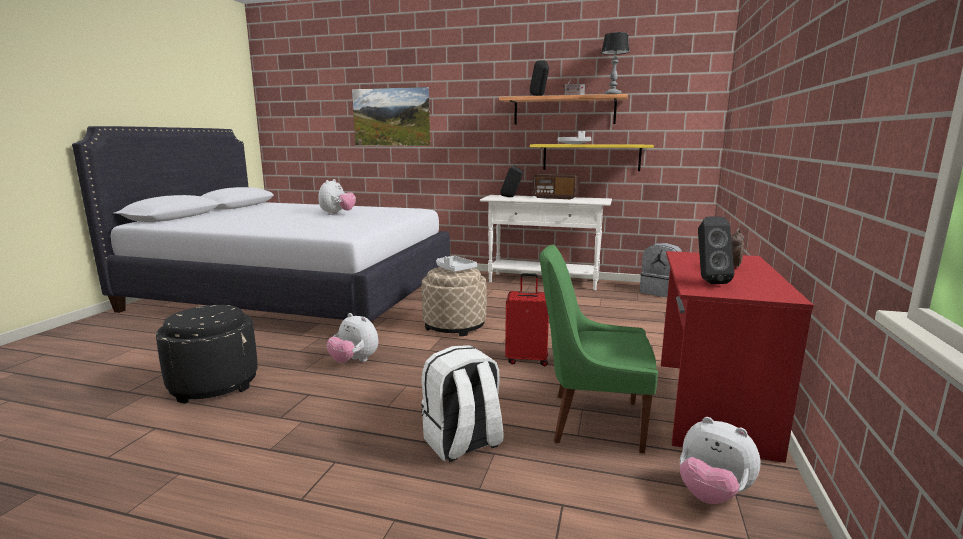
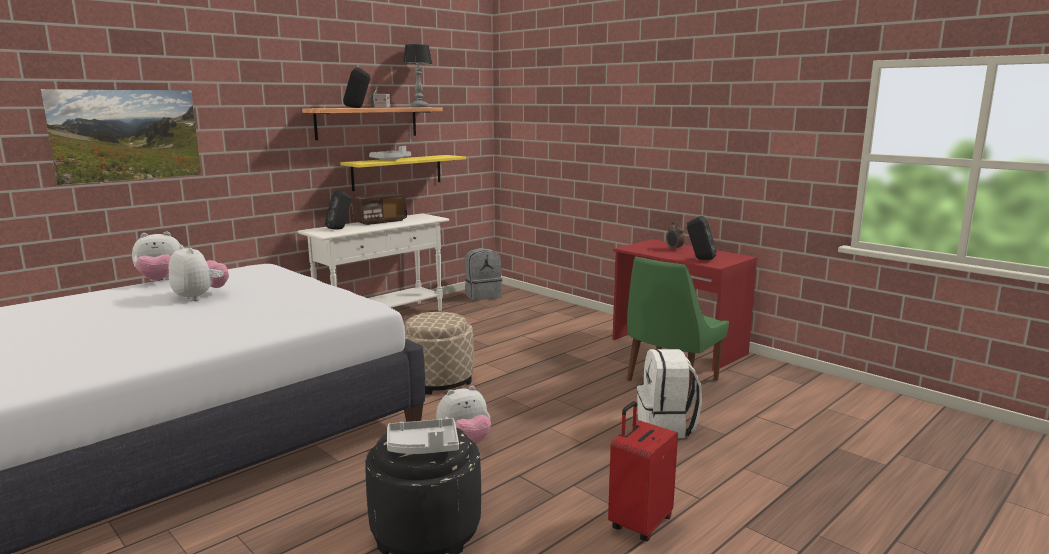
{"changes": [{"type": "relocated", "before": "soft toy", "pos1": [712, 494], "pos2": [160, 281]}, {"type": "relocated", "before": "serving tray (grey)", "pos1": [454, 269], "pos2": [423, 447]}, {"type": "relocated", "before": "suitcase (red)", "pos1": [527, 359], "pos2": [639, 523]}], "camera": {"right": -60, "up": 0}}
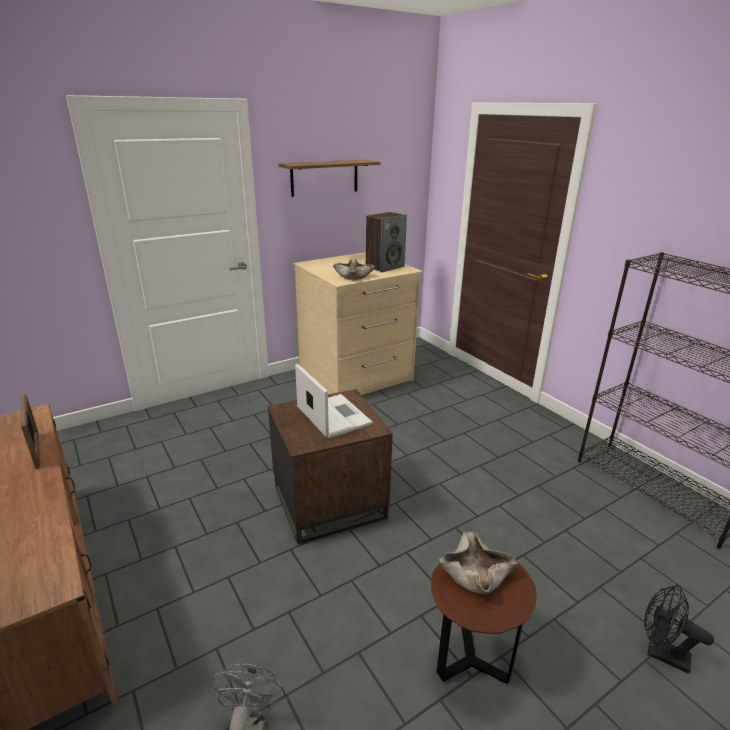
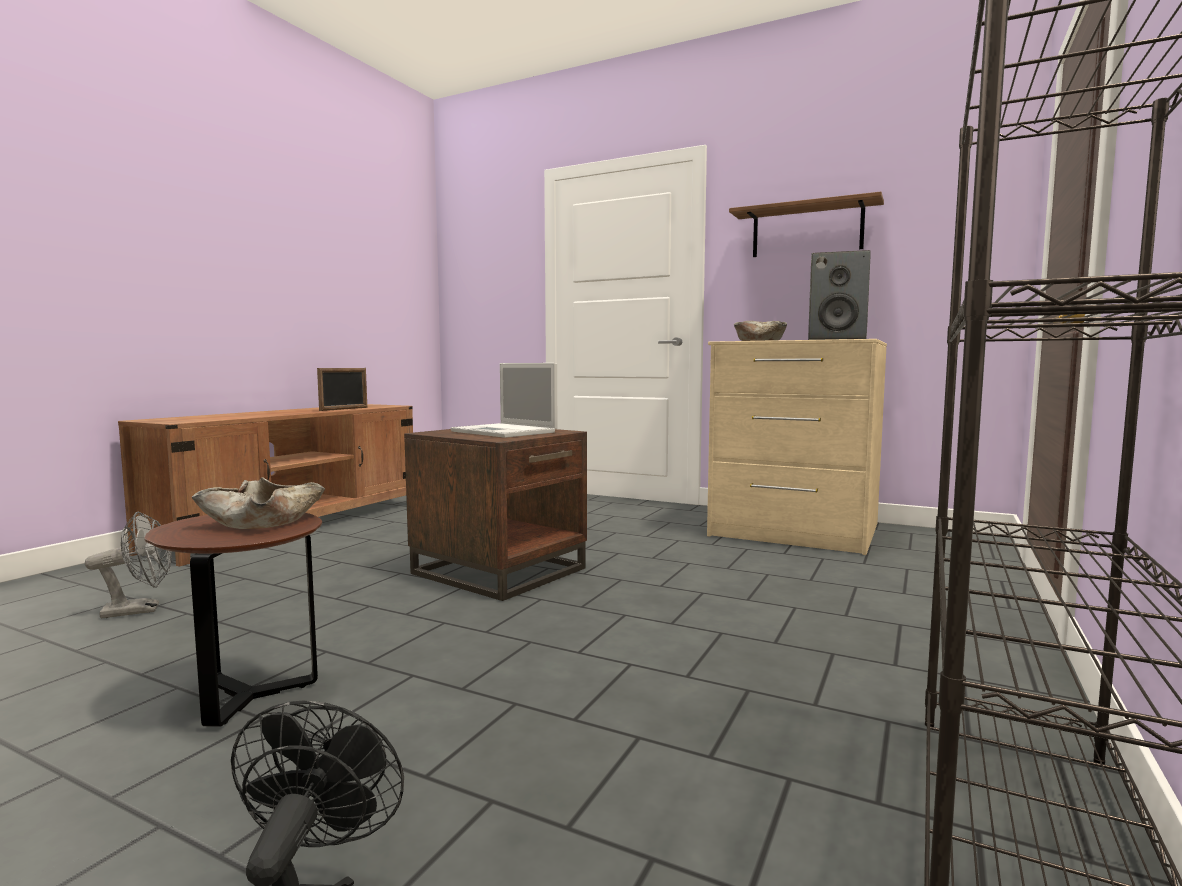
{"changes": [{"type": "spun", "before": "portable computer", "pos1": [332, 416], "pos2": [505, 432], "turn": 105}], "camera": {"right": 60, "up": -20}}
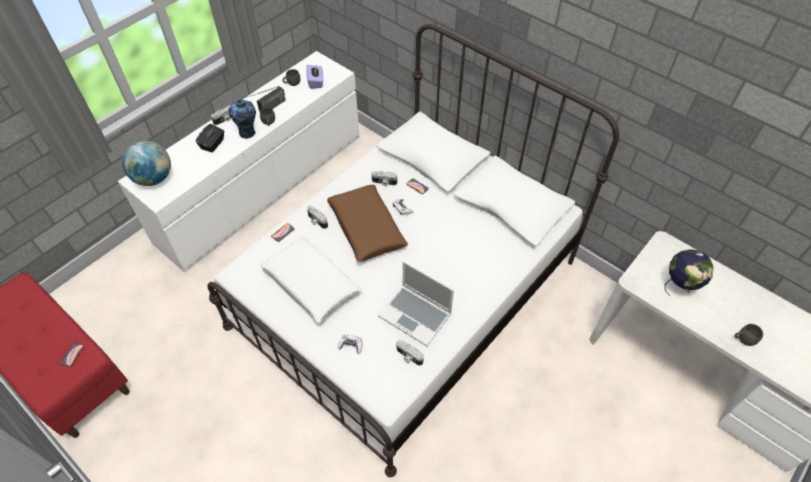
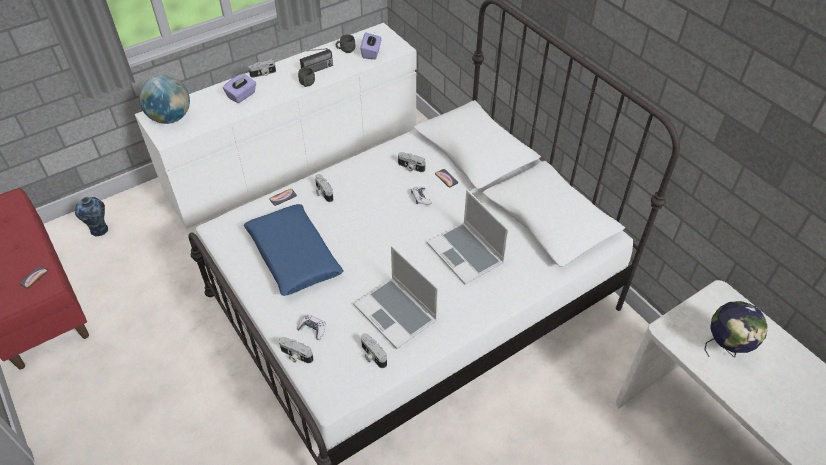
{"changes": [{"type": "relocated", "before": "vase", "pos1": [248, 133], "pos2": [100, 230]}, {"type": "colour", "before": "box of tissues (black-coloured)", "after": "box of tissues (purple-coloured)", "pos1": [213, 144], "pos2": [242, 95]}, {"type": "colour", "before": "pillow (white)", "after": "pillow (bluish)", "pos1": [311, 284], "pos2": [293, 256]}, {"type": "appeared", "after": "photo camera", "pos2": [296, 355]}, {"type": "appeared", "after": "portable computer", "pos2": [466, 254]}, {"type": "missing", "before": "pillow (brown-coloured)", "pos1": [366, 228]}, {"type": "missing", "before": "mug (grey)", "pos1": [743, 339]}], "camera": {"right": 15, "up": -5}}
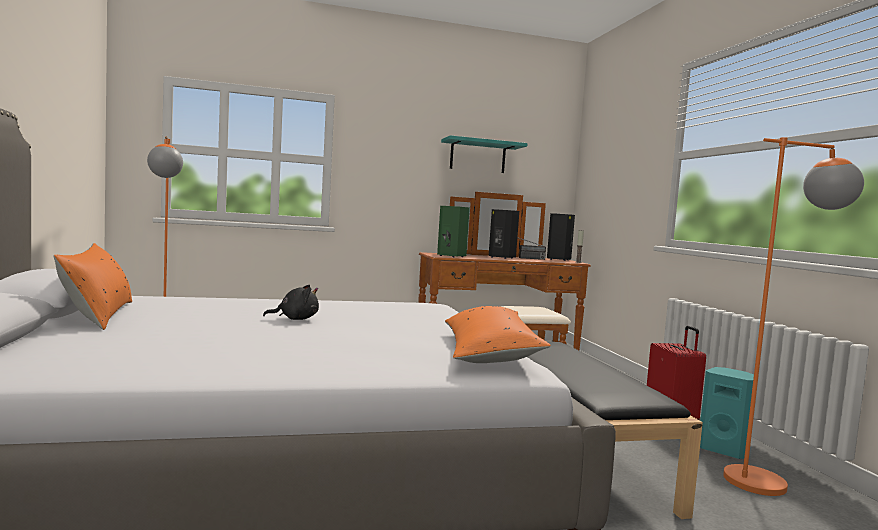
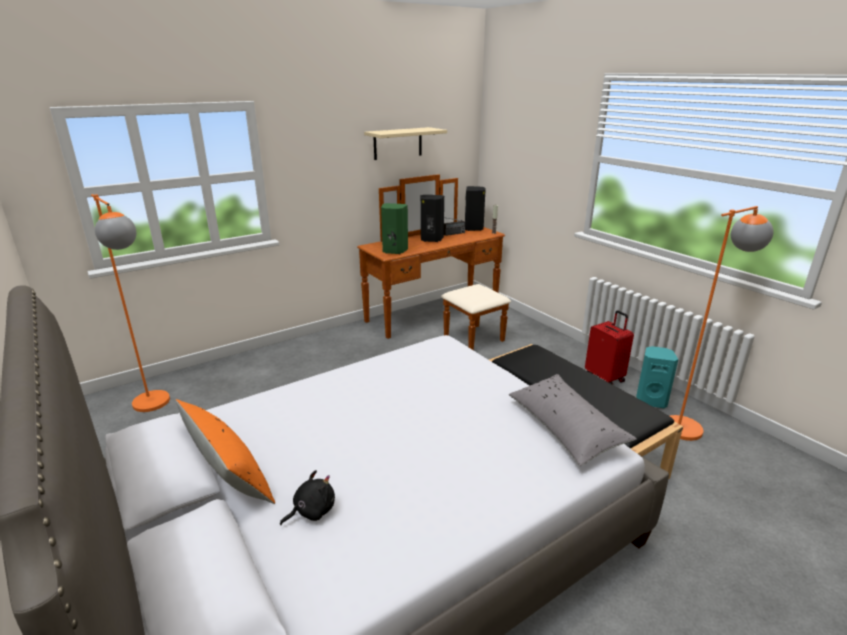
{"changes": [{"type": "relocated", "before": "soft toy (black-coloured)", "pos1": [295, 319], "pos2": [311, 511]}, {"type": "colour", "before": "wall shelf (blue-green)", "after": "wall shelf (sand-coloured)", "pos1": [477, 156], "pos2": [398, 143]}, {"type": "colour", "before": "pillow (orangey)", "after": "pillow (grey)", "pos1": [488, 351], "pos2": [565, 427]}], "camera": {"right": -20, "up": 20}}
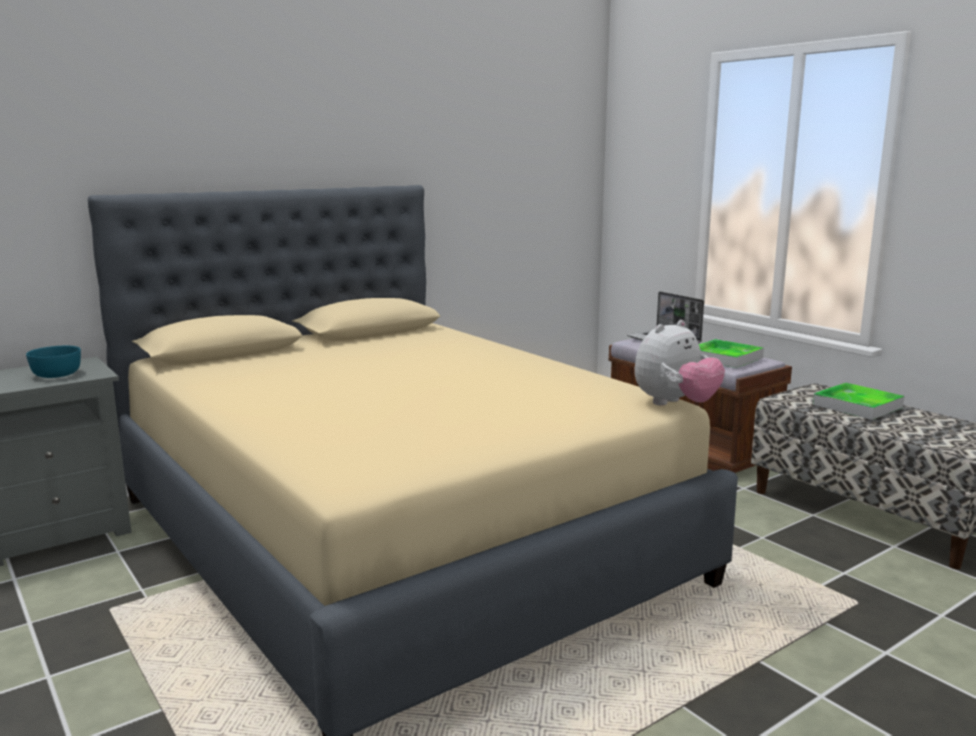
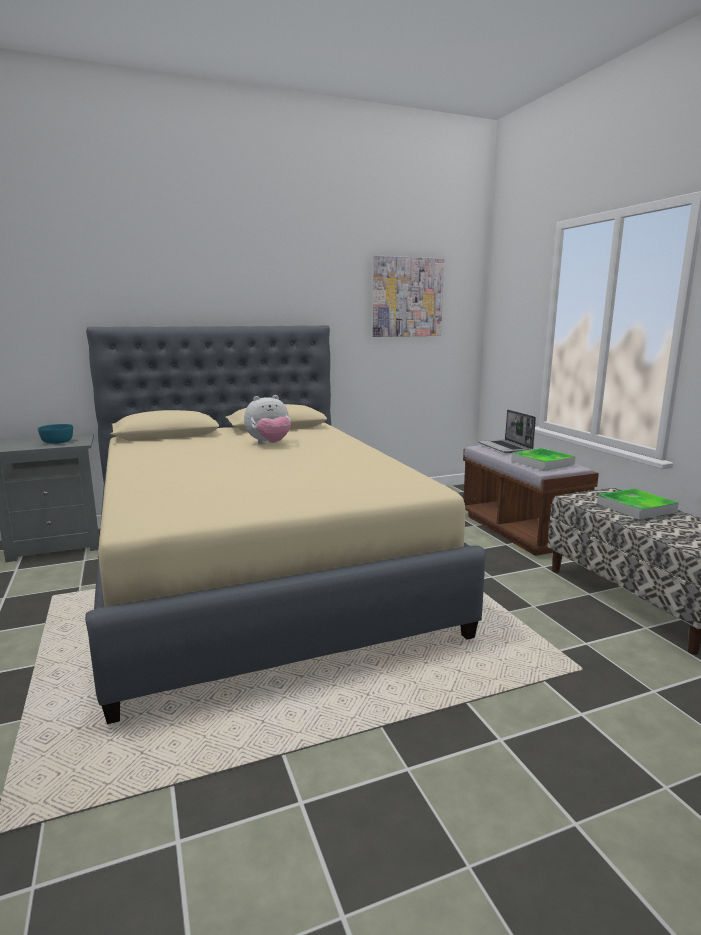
{"changes": [{"type": "relocated", "before": "soft toy", "pos1": [675, 404], "pos2": [269, 444]}, {"type": "appeared", "after": "wall art", "pos2": [407, 297]}], "camera": {"right": 15, "up": 0}}
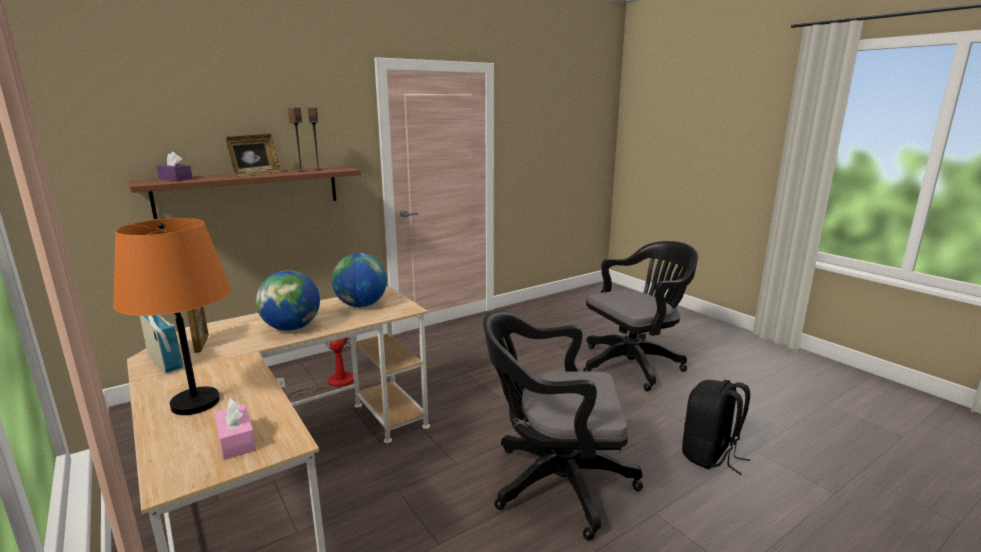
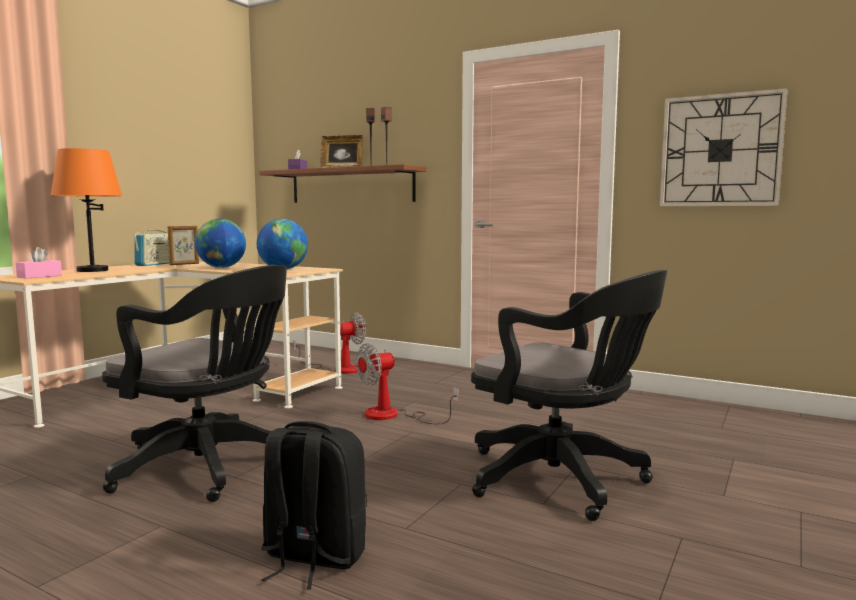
{"changes": [{"type": "spun", "before": "office chair (black-coloured)", "pos1": [554, 483], "pos2": [209, 468], "turn": 135}, {"type": "appeared", "after": "cooling fan", "pos2": [393, 416]}, {"type": "appeared", "after": "clock on the wall", "pos2": [720, 150]}], "camera": {"right": 65, "up": -10}}
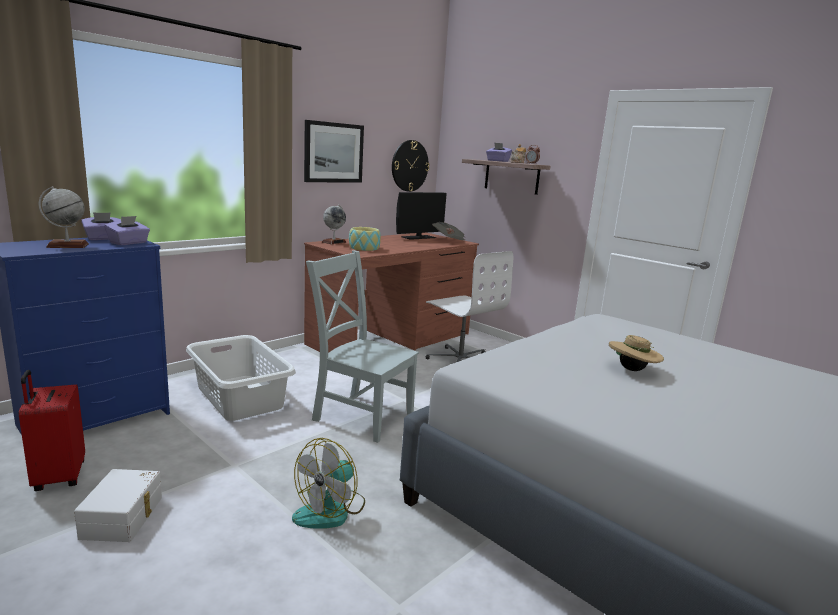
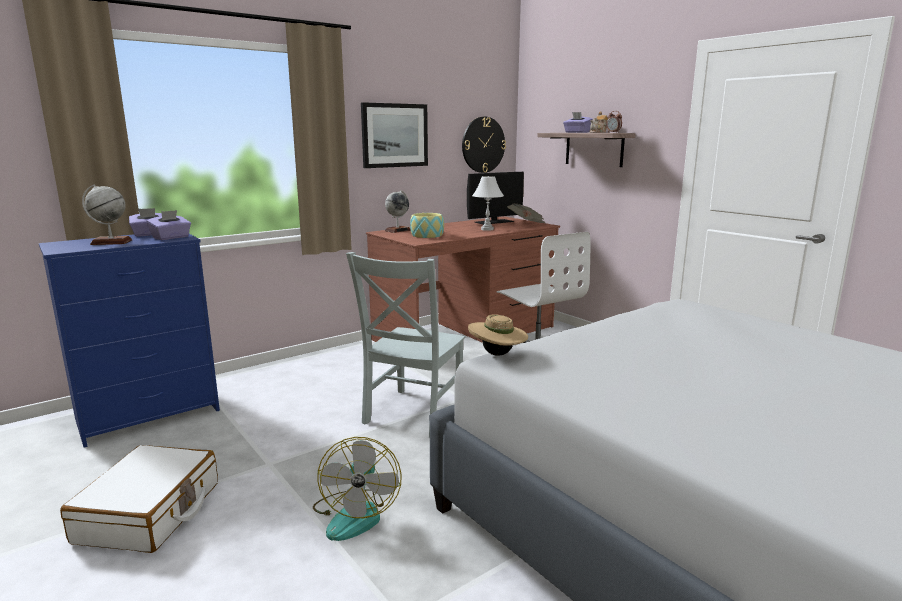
{"changes": [{"type": "exchanged", "before": "storage container (white)", "after": "suitcase (white)", "pos1": [124, 517], "pos2": [150, 512]}, {"type": "spun", "before": "cooling fan", "pos1": [331, 510], "pos2": [355, 514], "turn": -45}, {"type": "spun", "before": "chair (grey)", "pos1": [360, 415], "pos2": [412, 414], "turn": -105}, {"type": "relocated", "before": "wearable hat (sand-coloured)", "pos1": [632, 370], "pos2": [497, 354]}, {"type": "appeared", "after": "table lamp (white)", "pos2": [487, 229]}, {"type": "missing", "before": "suitcase (red)", "pos1": [58, 477]}, {"type": "missing", "before": "hamper (white)", "pos1": [240, 396]}], "camera": {"right": 10, "up": 0}}
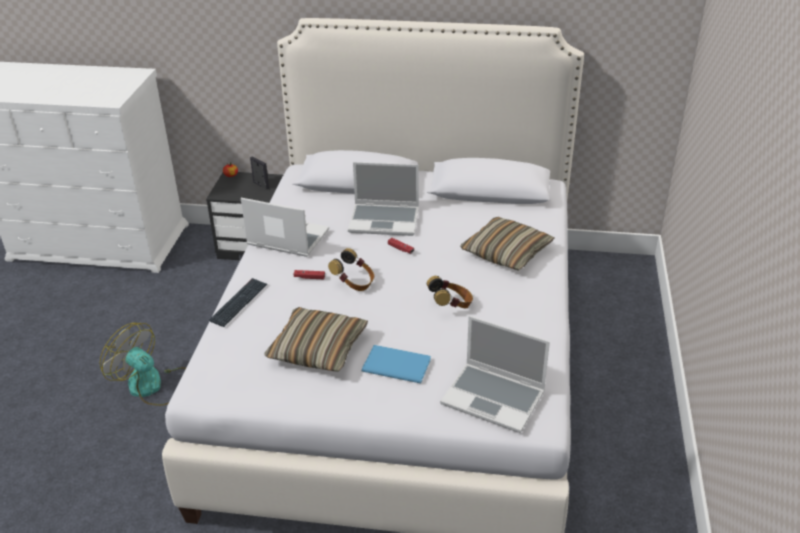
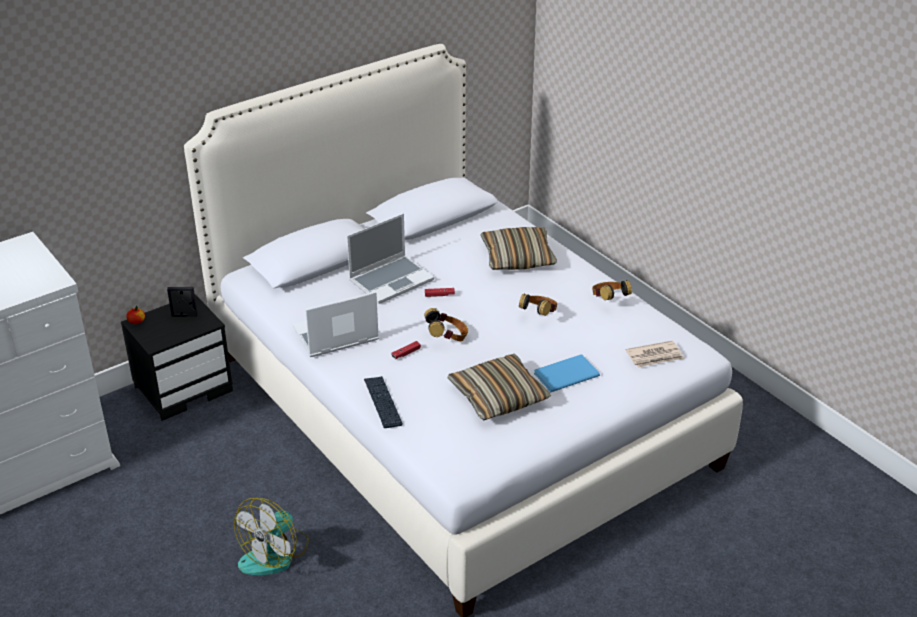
{"changes": [{"type": "spun", "before": "cooling fan", "pos1": [152, 386], "pos2": [275, 553], "turn": -45}, {"type": "appeared", "after": "headset", "pos2": [609, 301]}, {"type": "exchanged", "before": "portable computer", "after": "newspaper", "pos1": [494, 398], "pos2": [655, 356]}], "camera": {"right": -45, "up": 0}}
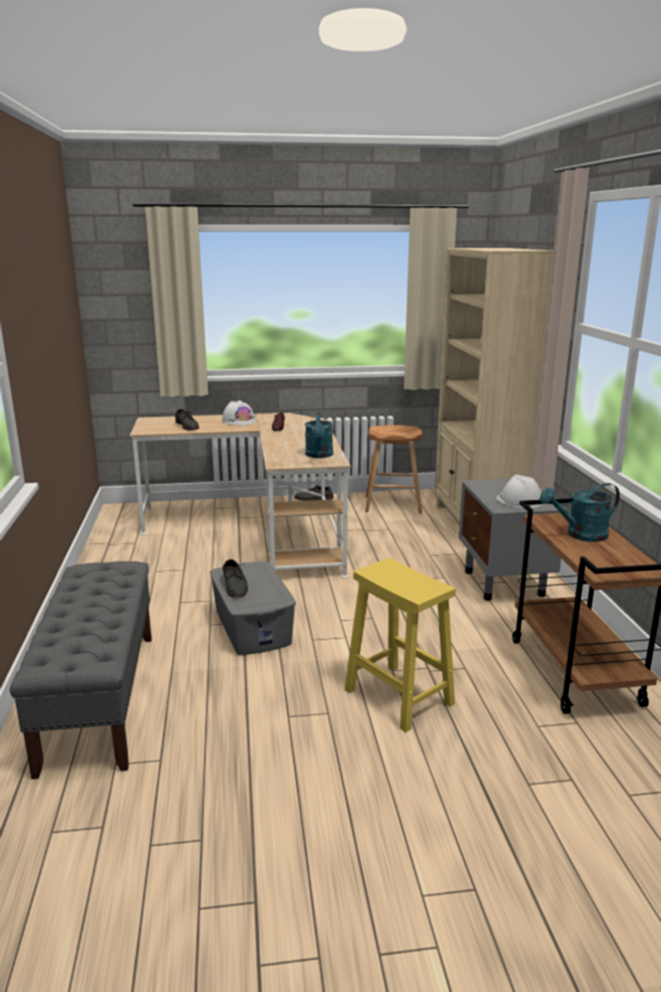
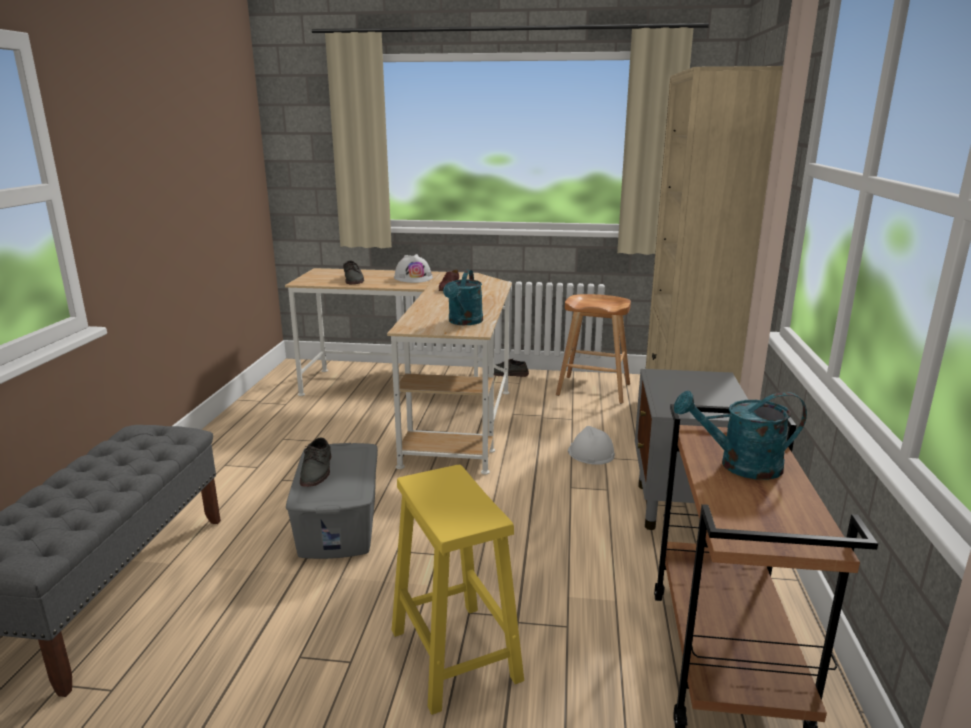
{"changes": [{"type": "relocated", "before": "safety helmet (white)", "pos1": [519, 500], "pos2": [591, 453]}], "camera": {"right": 15, "up": 0}}
